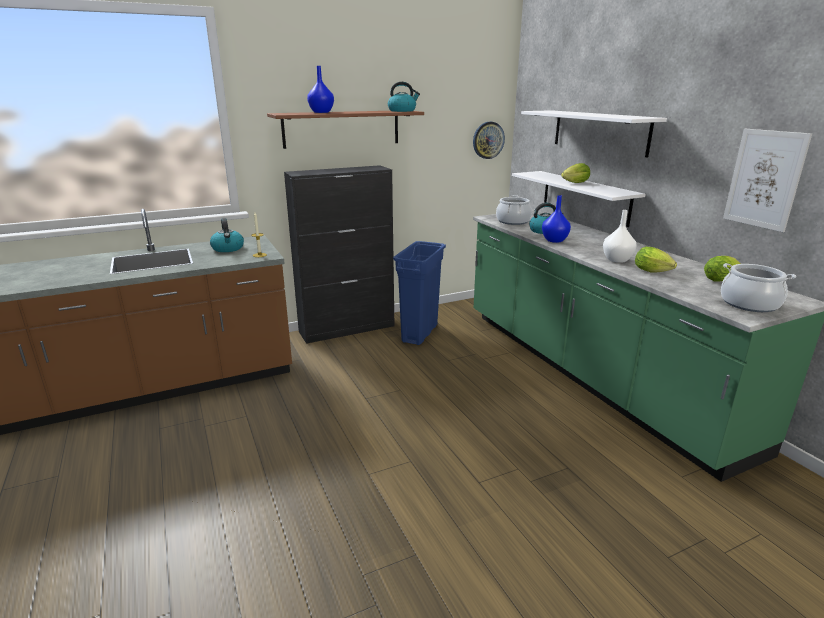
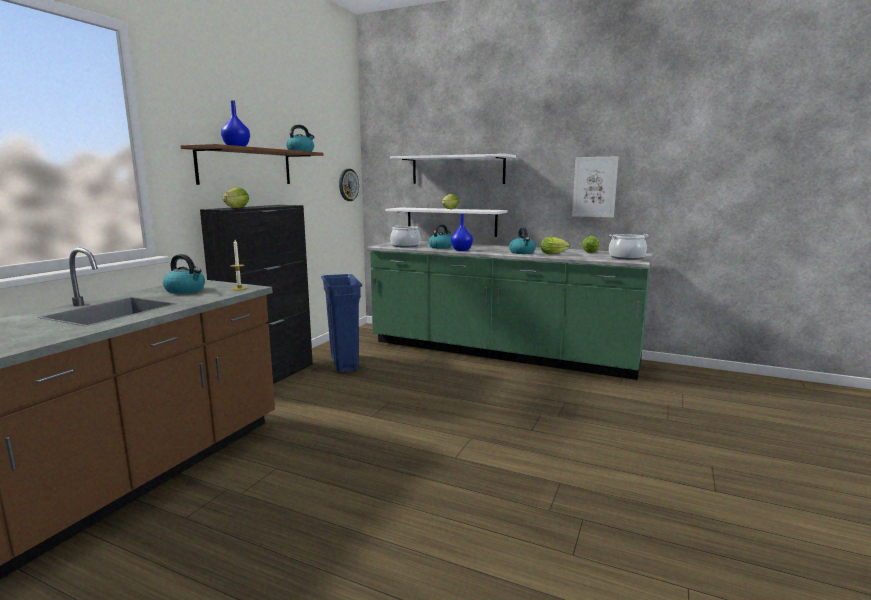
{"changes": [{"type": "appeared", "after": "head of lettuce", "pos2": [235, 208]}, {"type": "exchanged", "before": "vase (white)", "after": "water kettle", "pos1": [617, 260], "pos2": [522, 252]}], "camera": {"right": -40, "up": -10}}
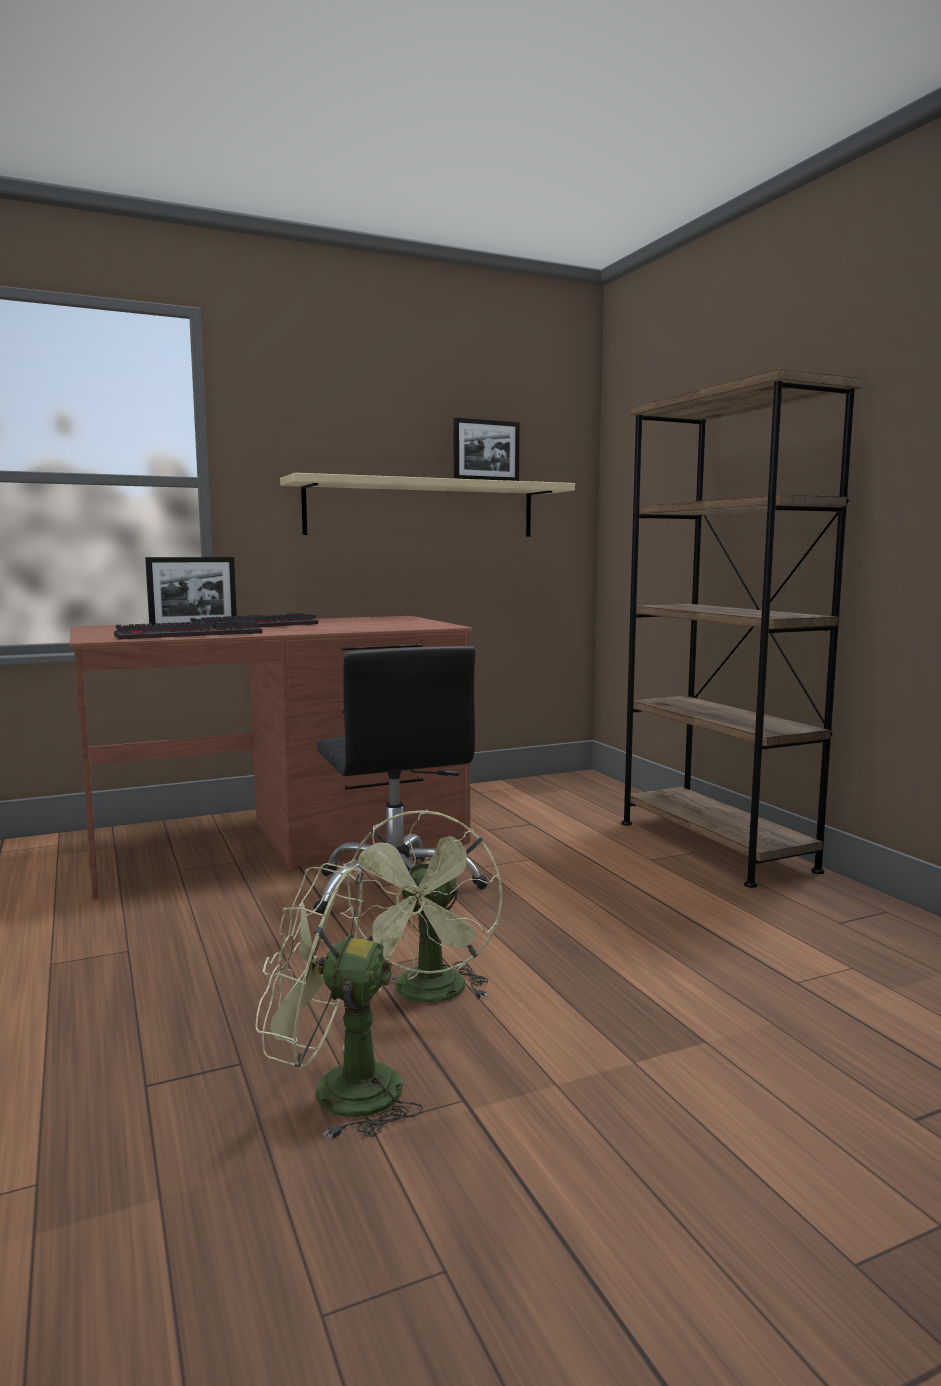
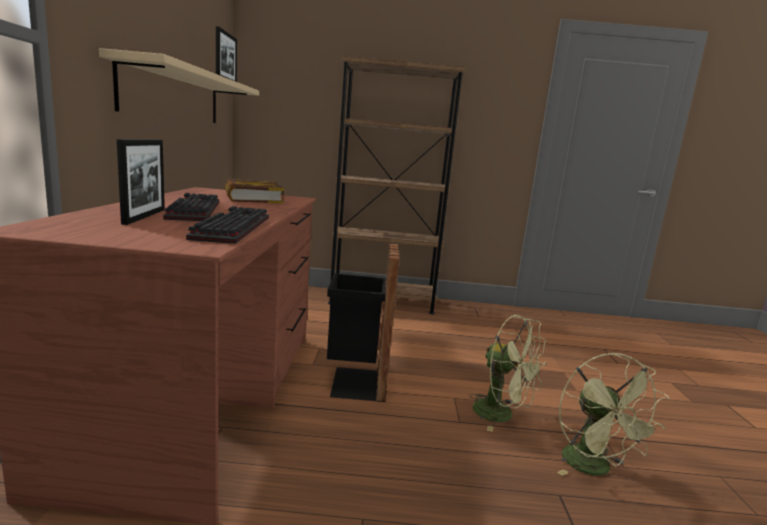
{"changes": [{"type": "appeared", "after": "bound book", "pos2": [252, 198]}, {"type": "exchanged", "before": "office chair (black-coloured)", "after": "waste bin (black-coloured)", "pos1": [397, 890], "pos2": [355, 383]}, {"type": "spun", "before": "cooling fan (green-coloured)", "pos1": [337, 1092], "pos2": [594, 468], "turn": -45}], "camera": {"right": -65, "up": 5}}
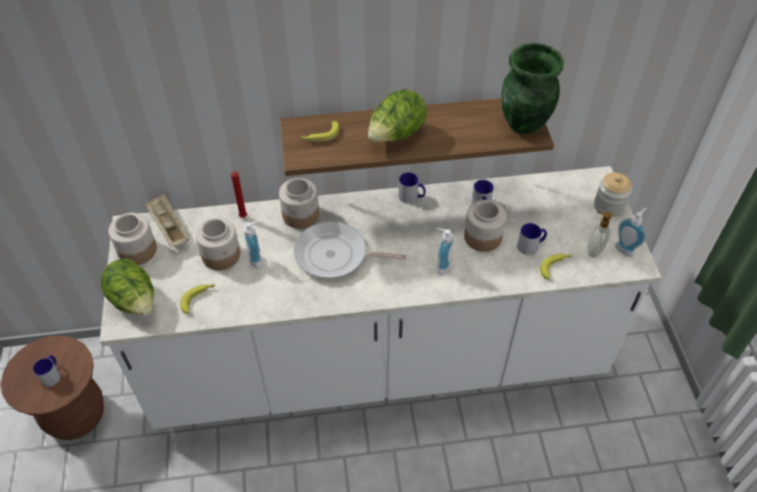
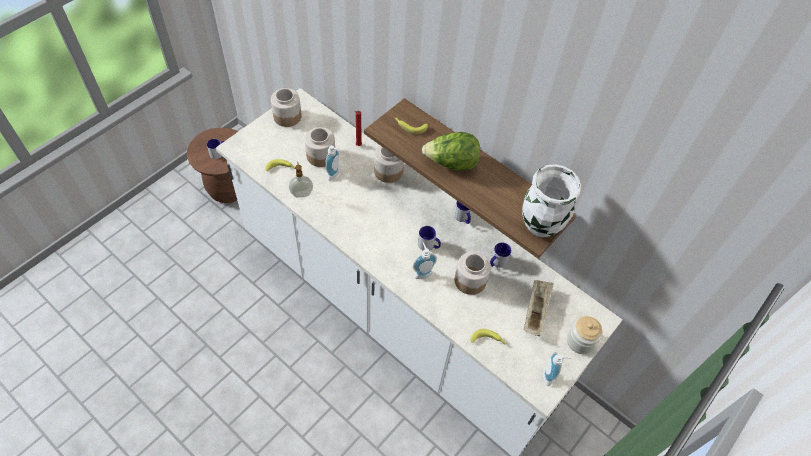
{"changes": [{"type": "relocated", "before": "soap bottle", "pos1": [594, 250], "pos2": [301, 193]}, {"type": "relocated", "before": "mug", "pos1": [531, 245], "pos2": [429, 245]}, {"type": "colour", "before": "vase (green-coloured)", "after": "vase (white)", "pos1": [524, 124], "pos2": [540, 226]}, {"type": "relocated", "before": "serving tray (sand-coloured)", "pos1": [168, 228], "pos2": [535, 311]}, {"type": "missing", "before": "head of lettuce", "pos1": [135, 301]}, {"type": "missing", "before": "pan", "pos1": [335, 255]}], "camera": {"right": 45, "up": 5}}
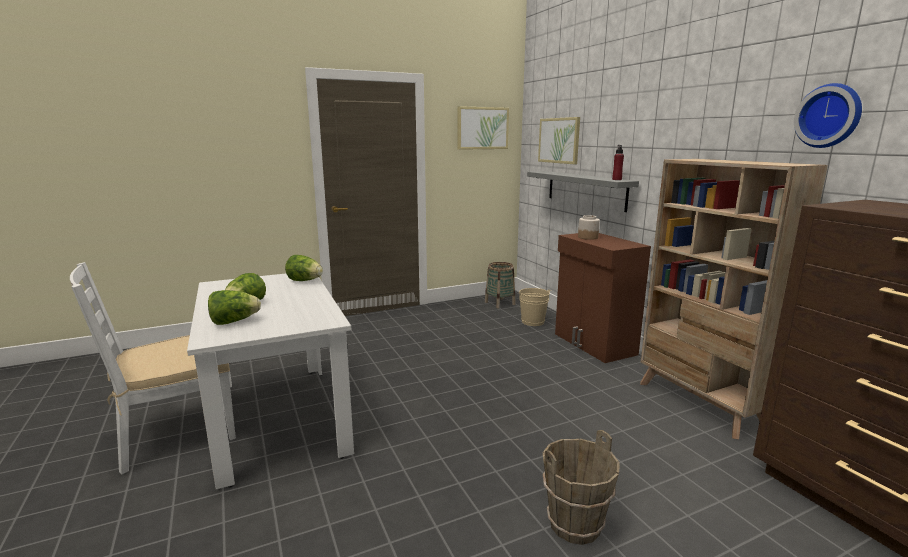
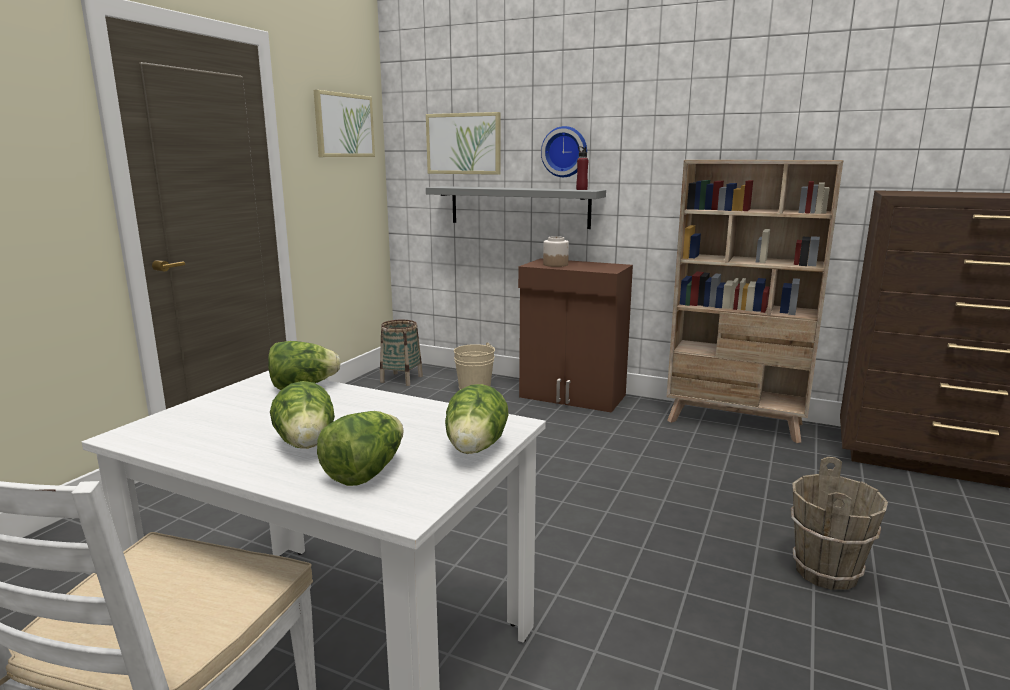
{"changes": [{"type": "appeared", "after": "head of lettuce", "pos2": [475, 450]}, {"type": "relocated", "before": "clock on the wall", "pos1": [829, 116], "pos2": [565, 152]}], "camera": {"right": -40, "up": 0}}
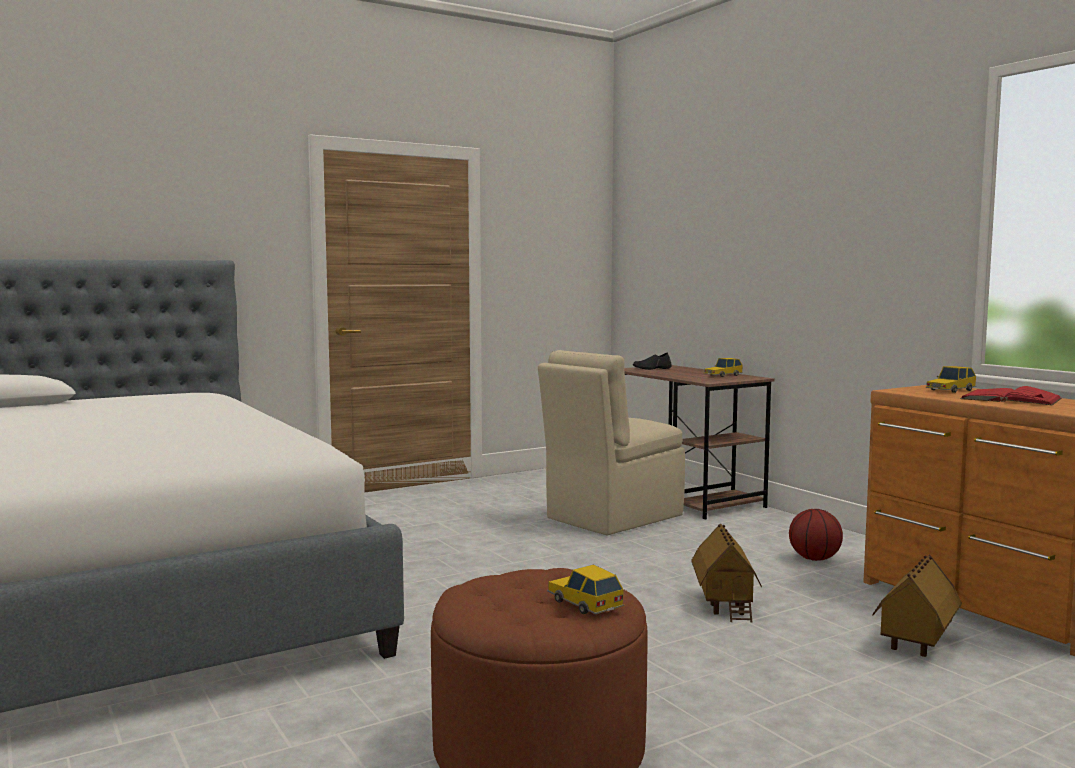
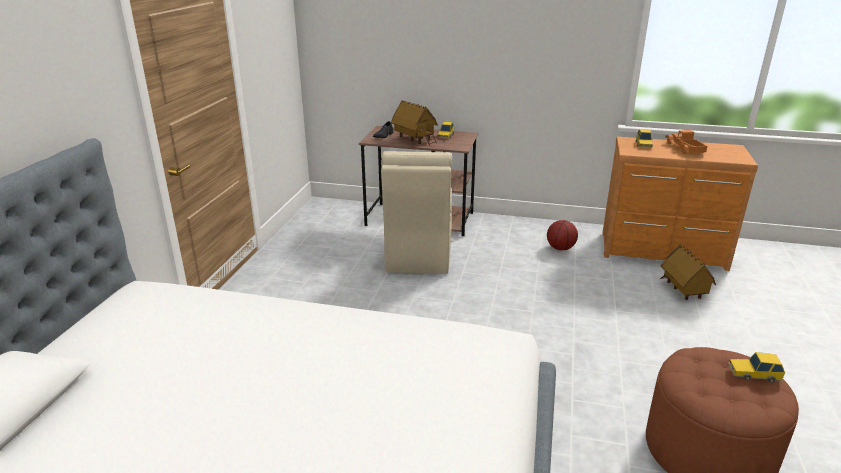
{"changes": [{"type": "relocated", "before": "model house", "pos1": [725, 604], "pos2": [414, 139]}, {"type": "exchanged", "before": "bound book (red)", "after": "toy truck", "pos1": [1011, 398], "pos2": [684, 149]}], "camera": {"right": -45, "up": 20}}
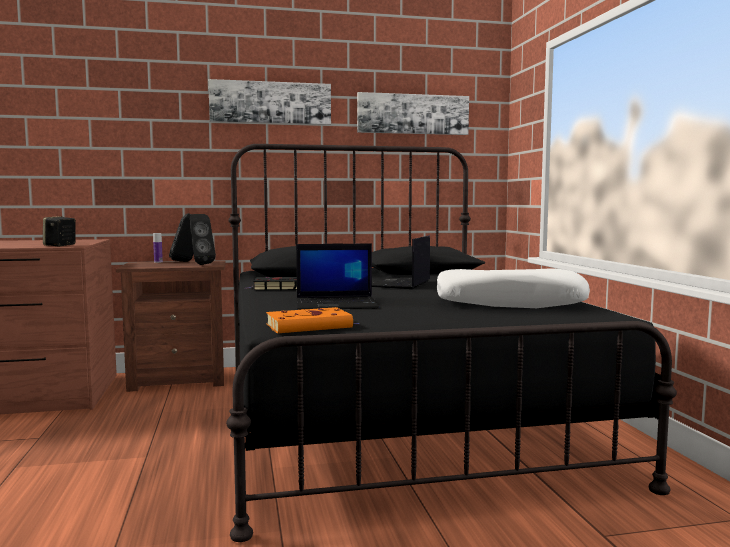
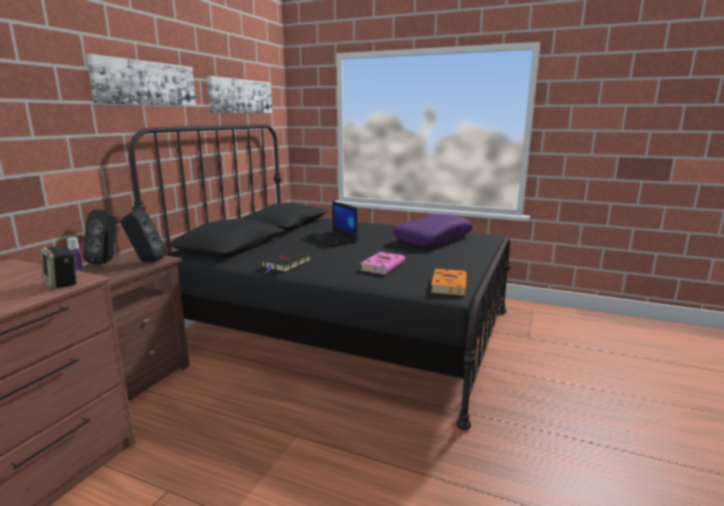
{"changes": [{"type": "exchanged", "before": "portable computer", "after": "bound book (pink)", "pos1": [337, 304], "pos2": [383, 266]}, {"type": "colour", "before": "pillow (white)", "after": "pillow (purple-coloured)", "pos1": [509, 303], "pos2": [433, 239]}], "camera": {"right": -55, "up": 10}}
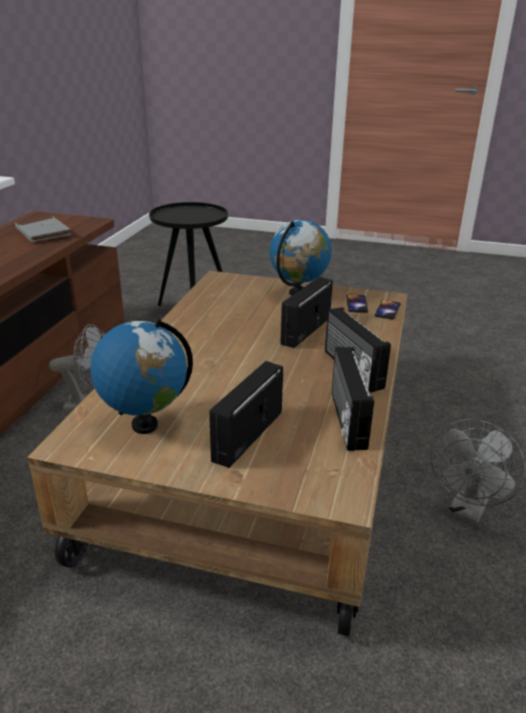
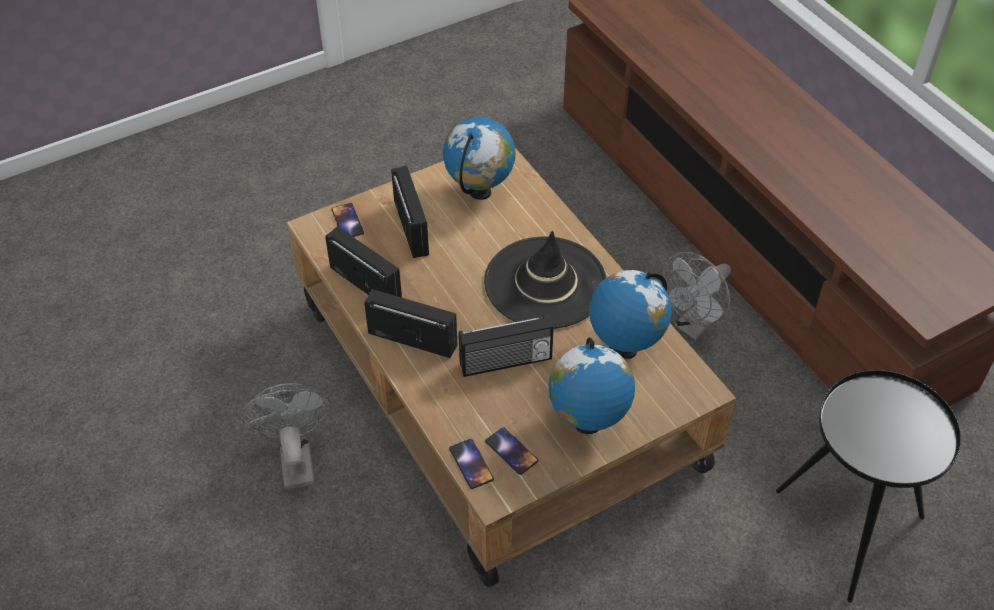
{"changes": [{"type": "appeared", "after": "telephone", "pos2": [347, 221]}, {"type": "spun", "before": "radio set", "pos1": [304, 330], "pos2": [506, 362], "turn": 90}, {"type": "appeared", "after": "wearable hat (black-coloured)", "pos2": [545, 283]}, {"type": "appeared", "after": "desk globe", "pos2": [625, 348]}, {"type": "missing", "before": "bound book (grey)", "pos1": [43, 232]}], "camera": {"right": 135, "up": 20}}
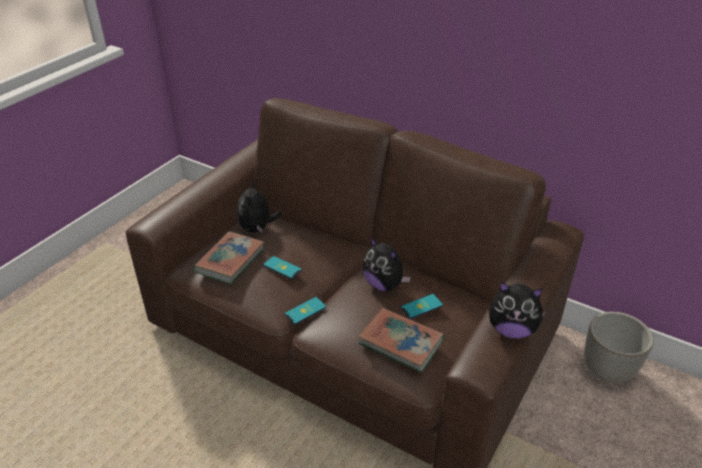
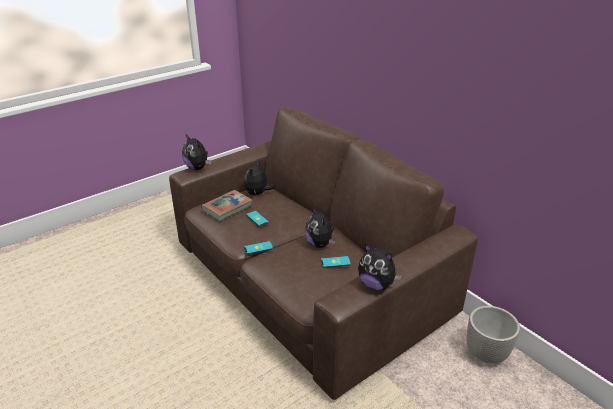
{"changes": [{"type": "appeared", "after": "soft toy", "pos2": [197, 168]}, {"type": "missing", "before": "bound book", "pos1": [401, 343]}], "camera": {"right": 20, "up": -5}}
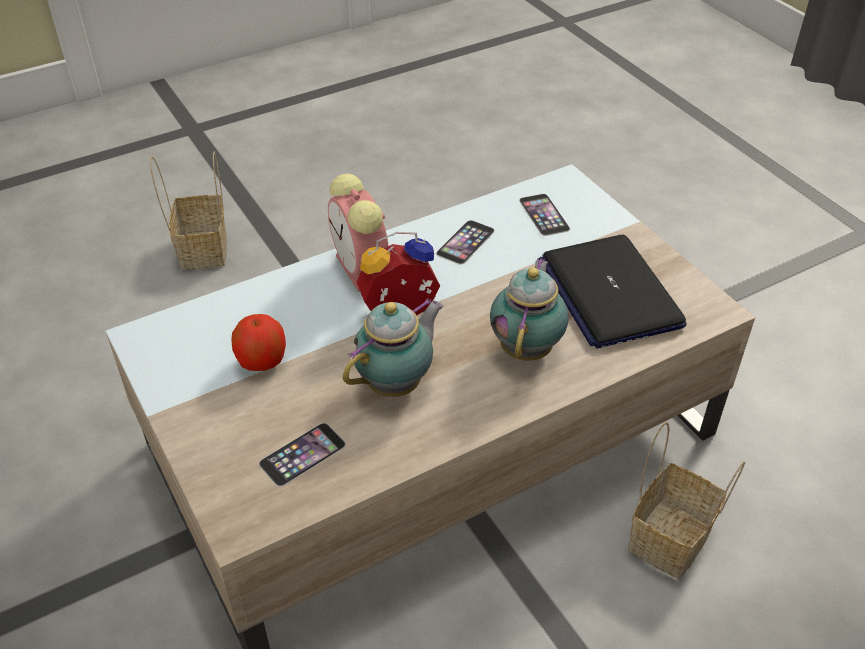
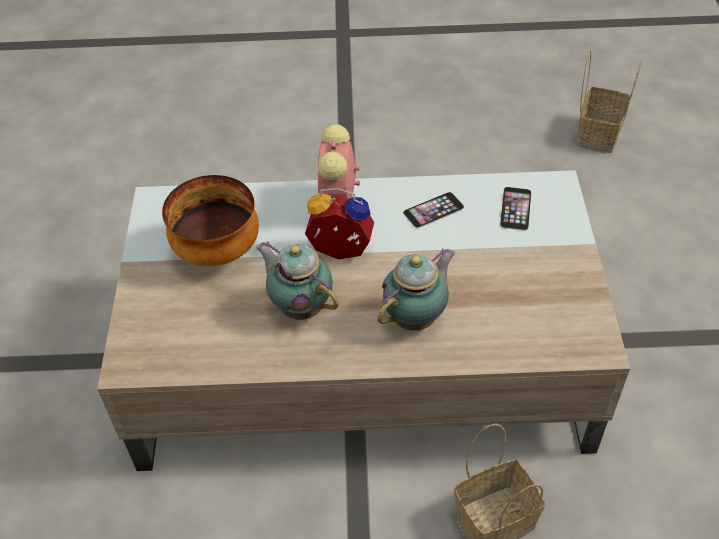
{"changes": [{"type": "exchanged", "before": "whole apple", "after": "serving bowl", "pos1": [261, 362], "pos2": [219, 251]}, {"type": "spun", "before": "teapot", "pos1": [397, 383], "pos2": [300, 306], "turn": -120}, {"type": "relocated", "before": "storage basket", "pos1": [202, 248], "pos2": [597, 133]}, {"type": "missing", "before": "telephone", "pos1": [302, 454]}, {"type": "missing", "before": "portable computer", "pos1": [609, 292]}], "camera": {"right": 30, "up": 5}}
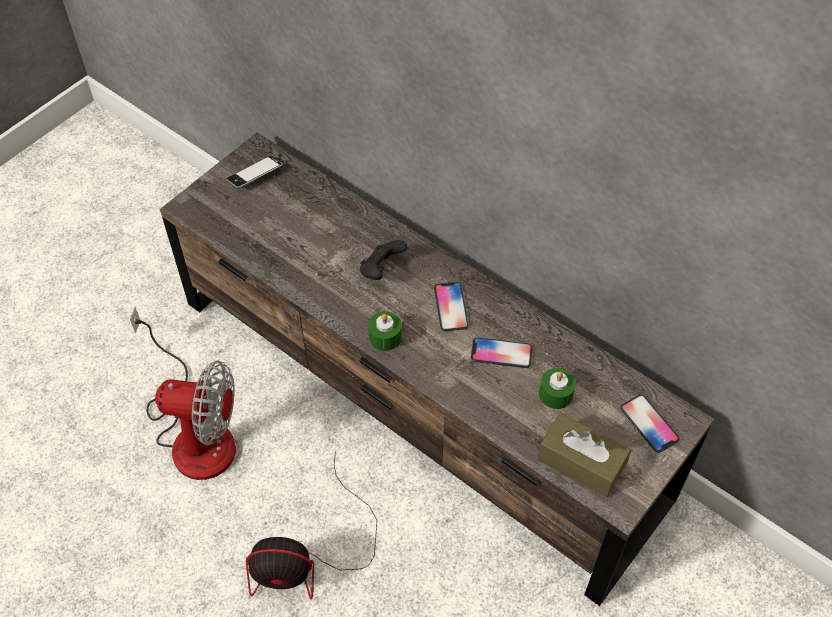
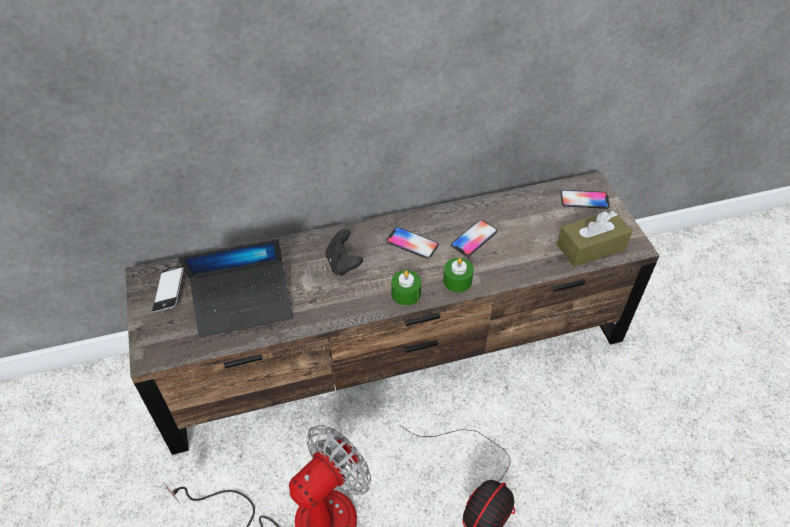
{"changes": [{"type": "appeared", "after": "portable computer", "pos2": [243, 304]}, {"type": "relocated", "before": "candle (green-coloured)", "pos1": [555, 394], "pos2": [457, 281]}], "camera": {"right": -55, "up": -5}}
